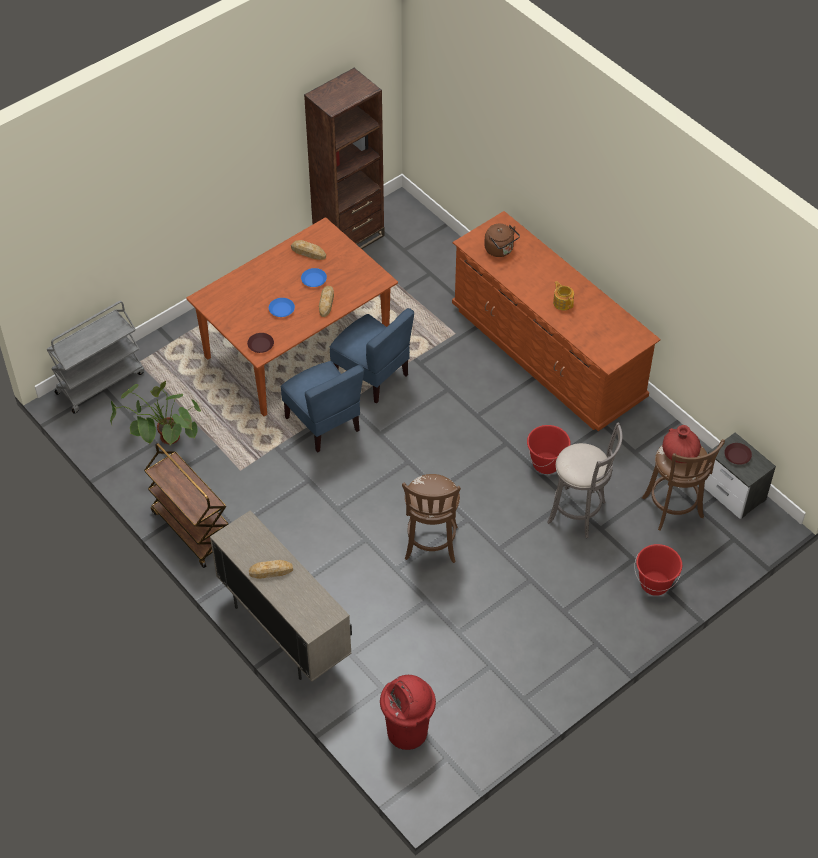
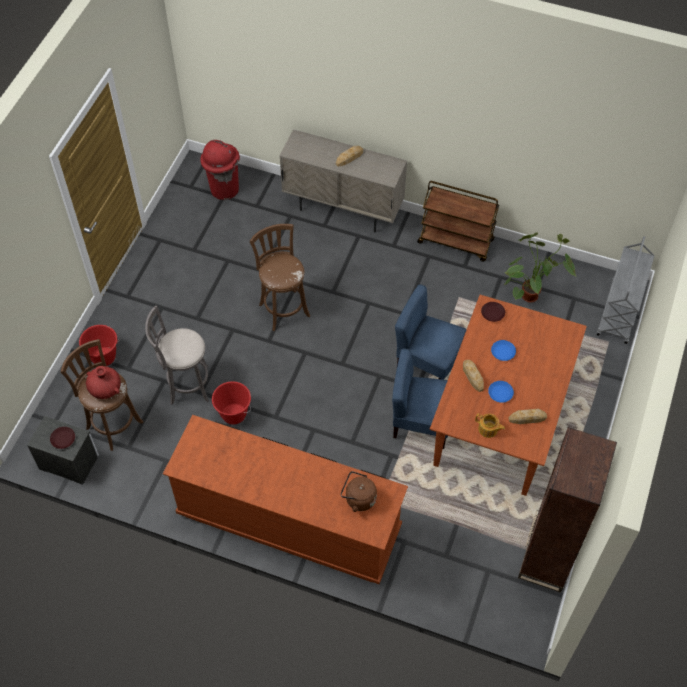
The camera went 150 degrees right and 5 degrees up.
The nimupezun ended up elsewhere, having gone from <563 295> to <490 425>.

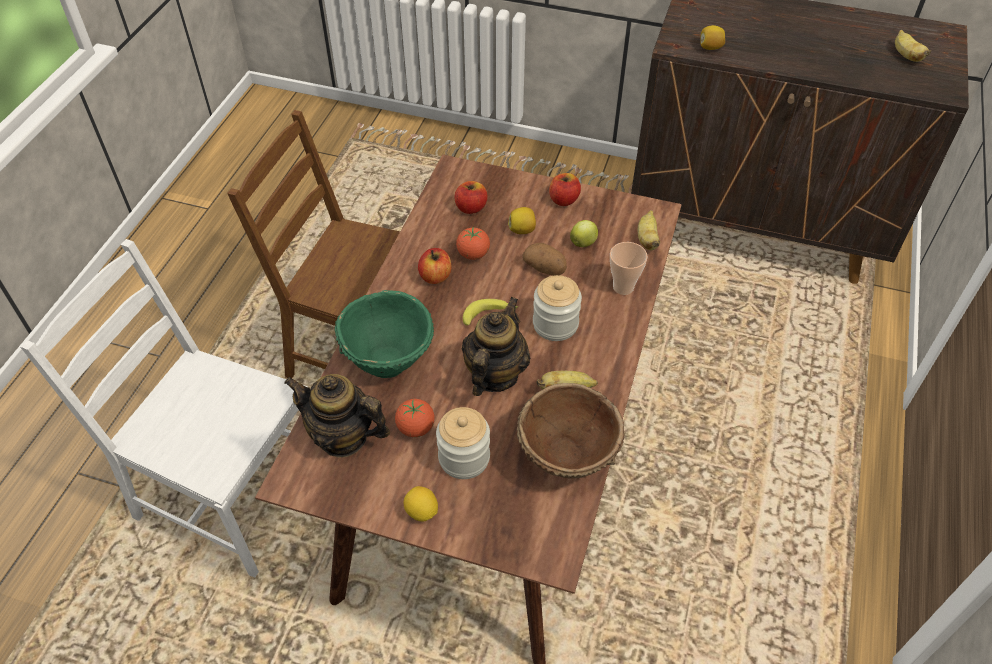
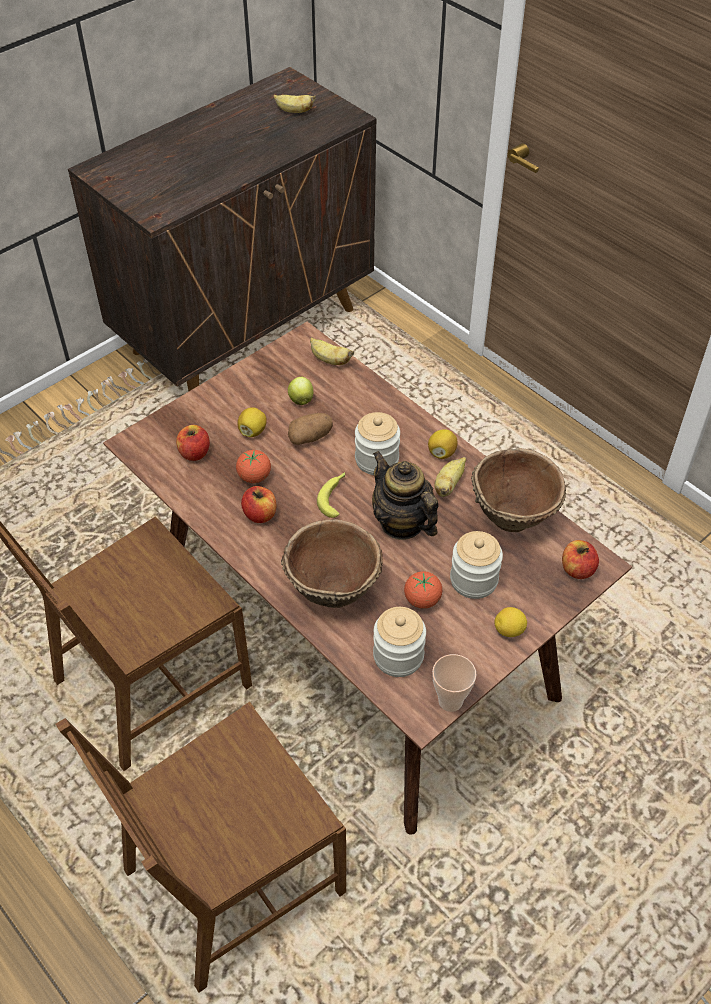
The camera went 60 degrees left and 0 degrees up.
What was the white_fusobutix at <163 408> turned into the brown_fusobutix at <200 847>.
Where the nimupezun stood at <337 416>, the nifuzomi came to stand at <399 642>.
What was the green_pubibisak at <384 334> turned into the brown_pubibisak at <332 563>.
The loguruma ended up elsewhere, having gone from <565 189> to <580 559>.
The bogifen ended up elsewhere, having gone from <628 268> to <454 683>.
The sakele ended up elsewhere, having gone from <712 37> to <443 444>.

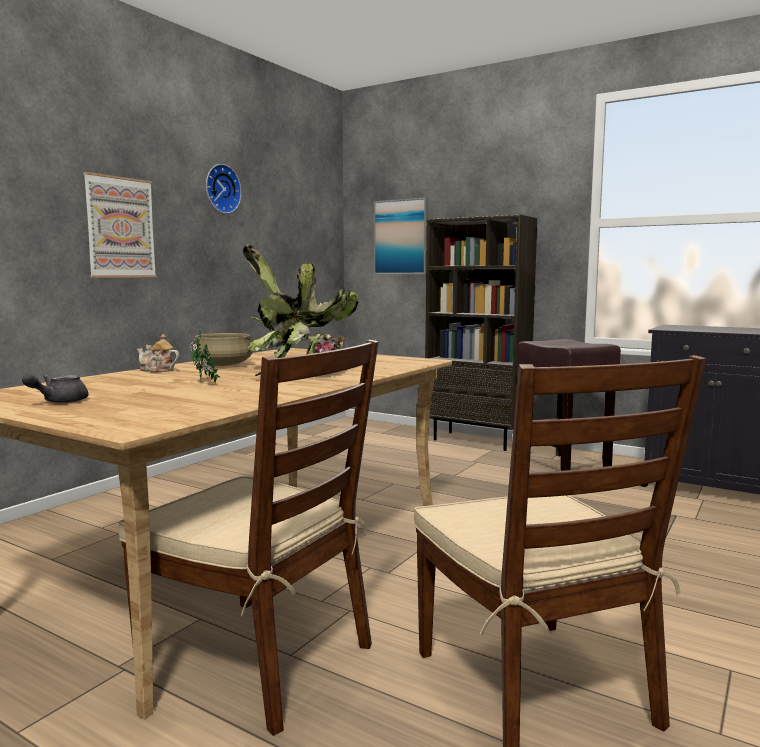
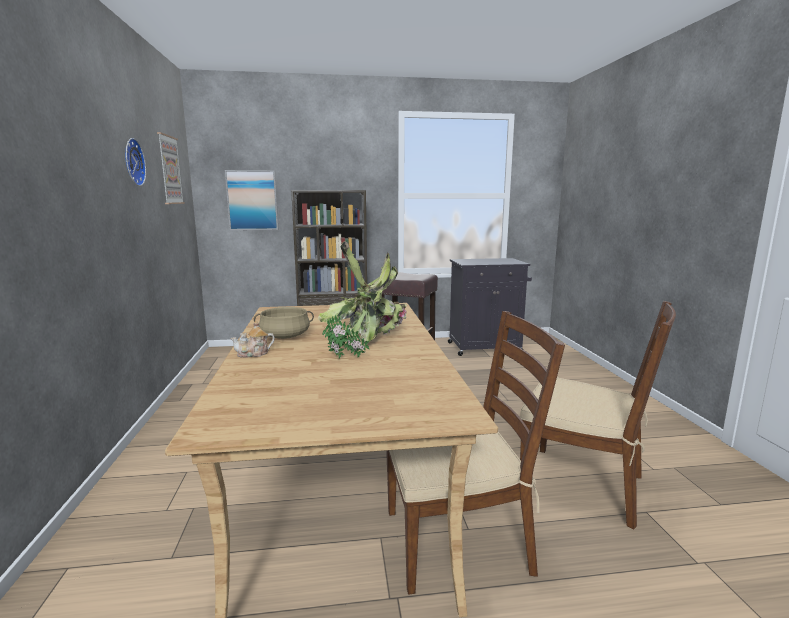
The camera went 40 degrees left and 5 degrees up.
The second view lost the grey_nimupezun at <55 388>.
The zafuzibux ended up elsewhere, having gone from <120 225> to <171 168>.

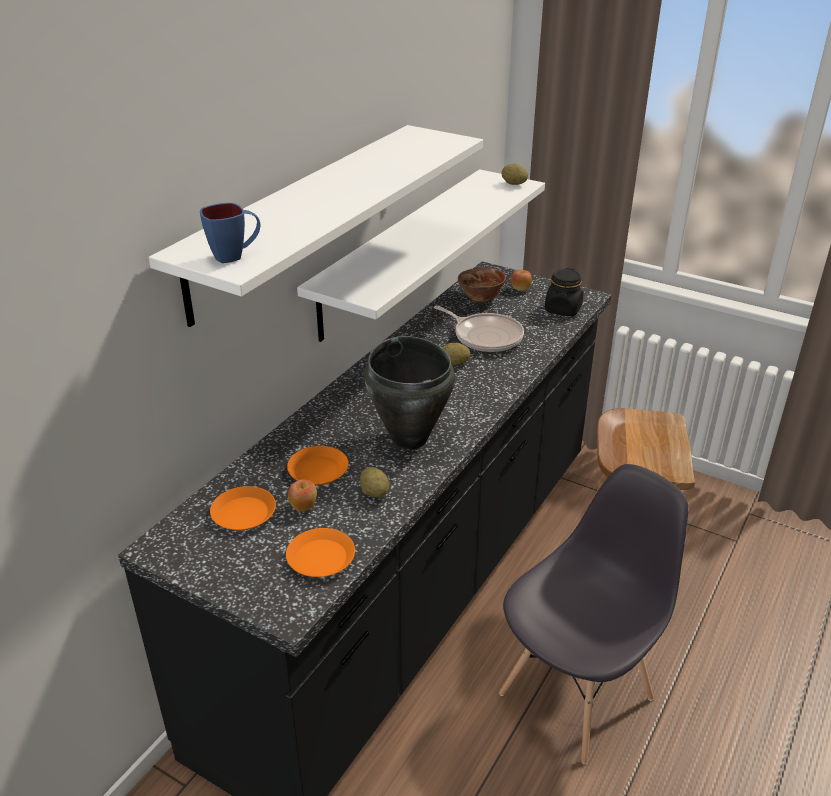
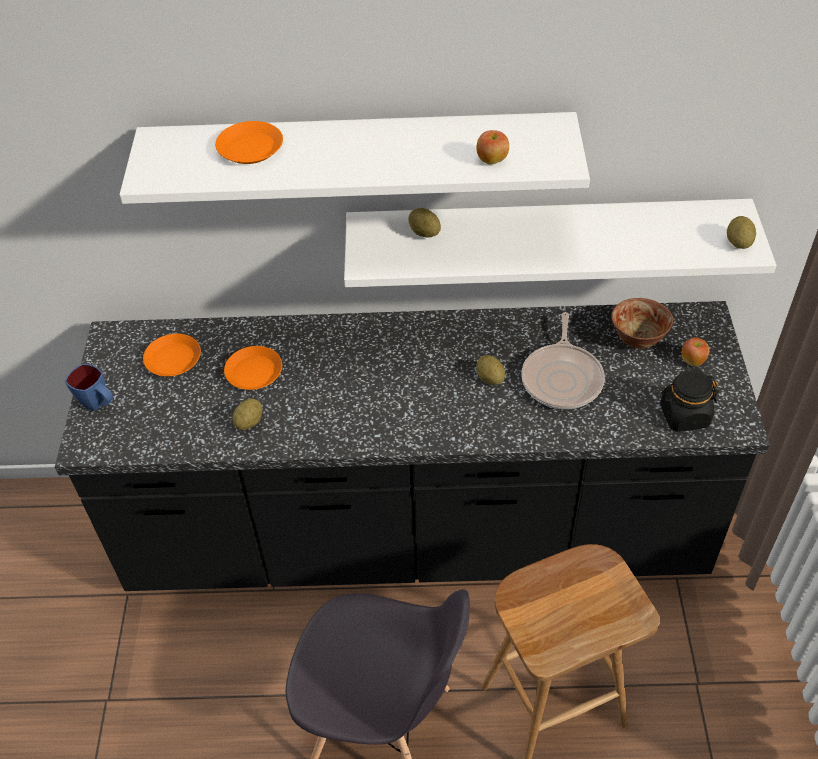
The camera went 60 degrees right and 15 degrees up.
The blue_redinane ended up elsewhere, having gone from <230 233> to <89 387>.
The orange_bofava ended up elsewhere, having gone from <320 552> to <249 142>.
The loguruma ended up elsewhere, having gone from <302 495> to <492 147>.
The second view lost the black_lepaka at <409 393>.
The second view gained the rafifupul at <424 223>.

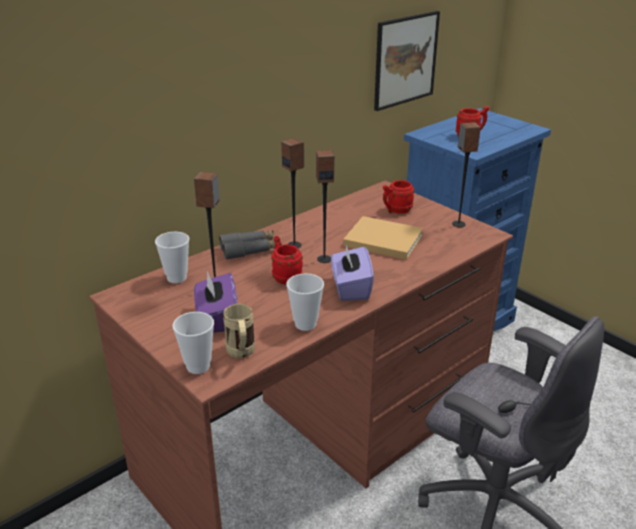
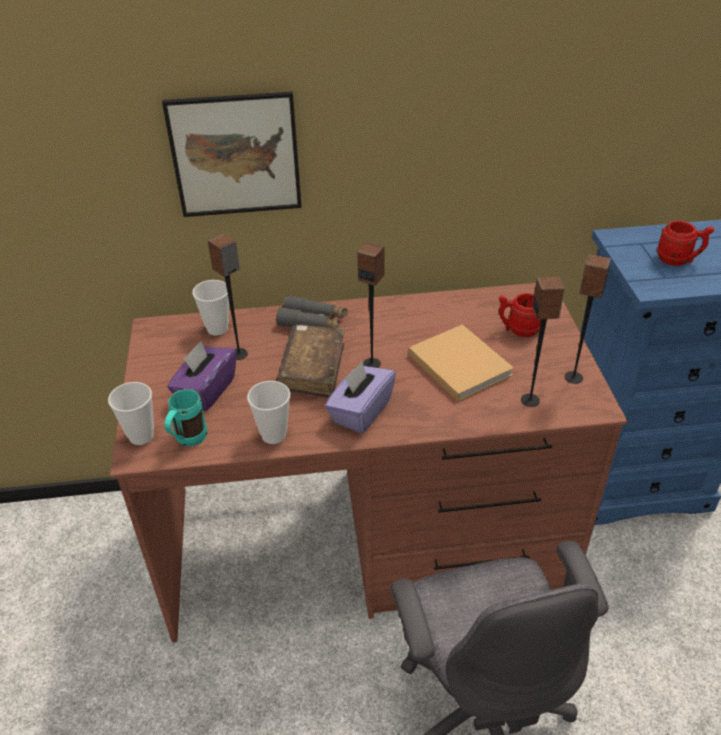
The camera went 35 degrees right and 10 degrees up.
What was the beige_redinane at <239 331> turned into the turquoise_redinane at <185 417>.
Where the red_redinane stood at <287 260>, the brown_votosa came to stand at <310 361>.
The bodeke ended up elsewhere, having gone from <292 193> to <543 342>.
The zafuzibux ended up elsewhere, having gone from <407 61> to <232 154>.

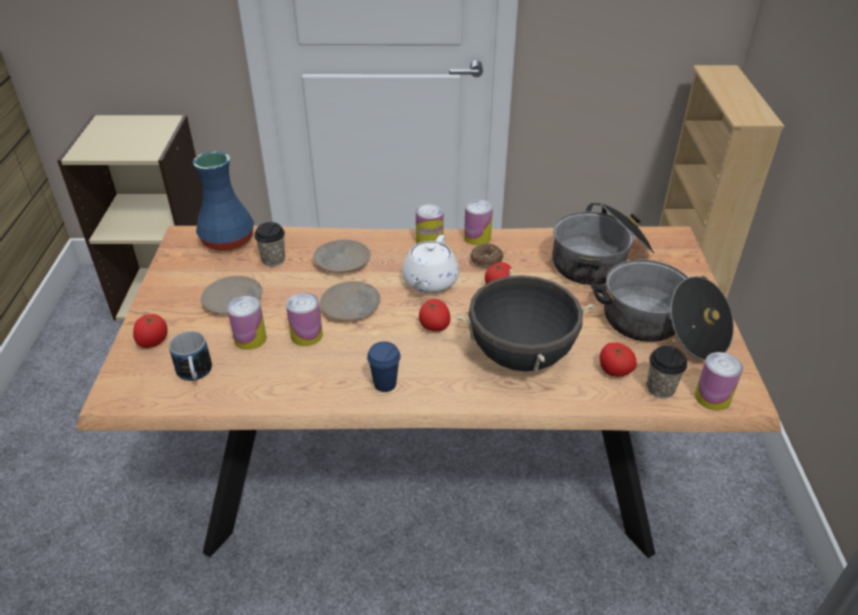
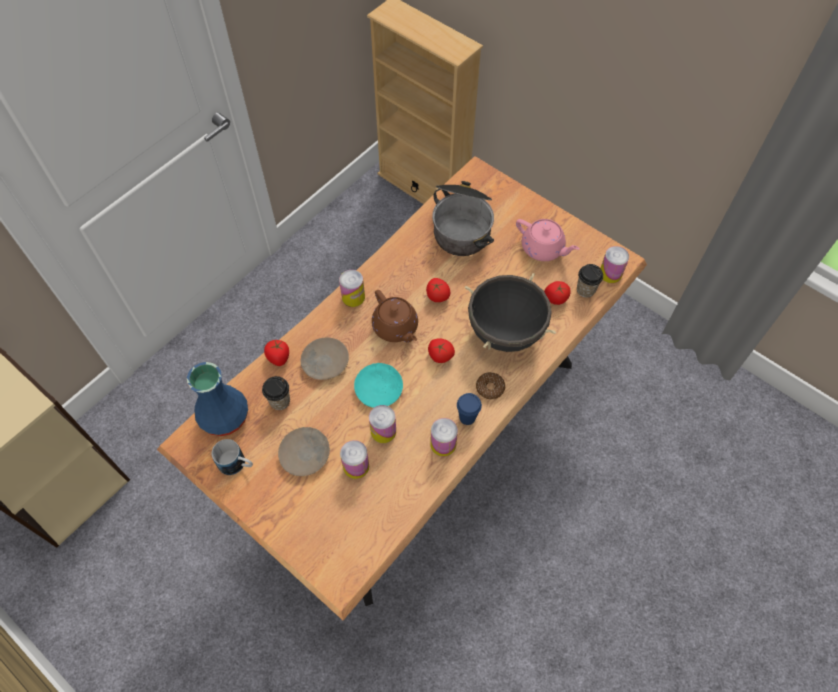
The camera went 50 degrees left and 20 degrees up.
The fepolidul ended up elsewhere, having gone from <150 331> to <276 353>.
The redinane ended up elsewhere, having gone from <190 356> to <232 457>.
What was the beige_bofava at <350 301> turned into the turquoise_bofava at <378 385>.
What was the white_nimupezun at <430 264> turned into the brown_nimupezun at <395 316>.
The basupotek ended up elsewhere, having gone from <478 222> to <444 437>.
The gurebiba ended up elsewhere, having gone from <486 255> to <490 386>.
Where the lepaka stood at <662 310>, the pink_nimupezun came to stand at <548 240>.

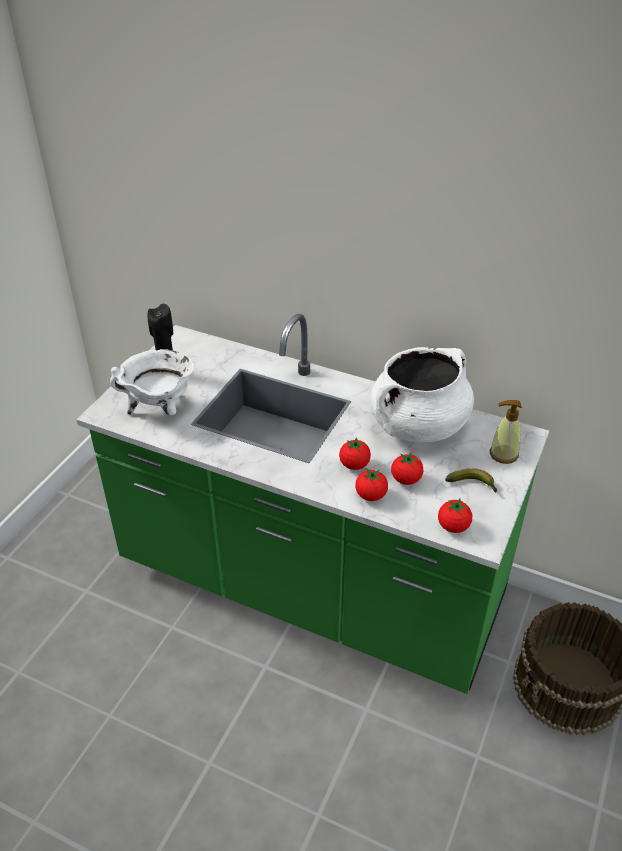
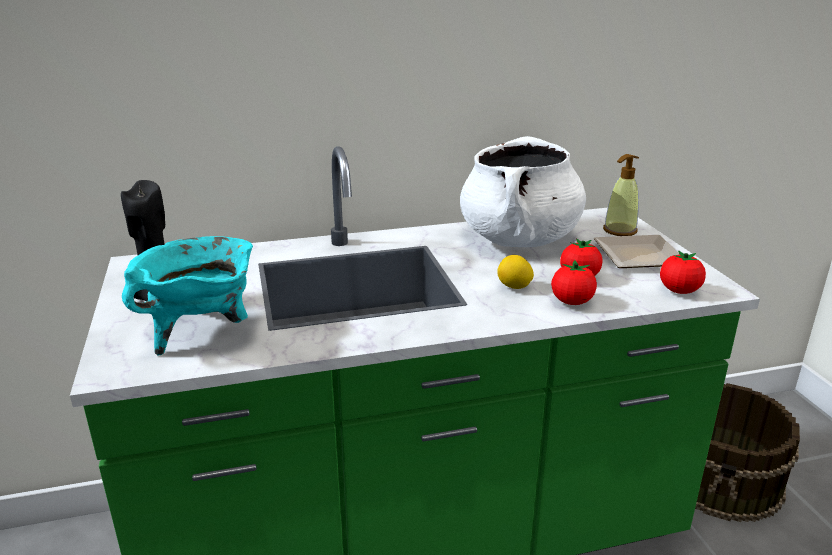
The camera went 40 degrees left and 15 degrees down.
What was the white_lepaka at <152 382> turned into the turquoise_lepaka at <187 296>.
Where the fepolidul stood at <355 453>, the sakele came to stand at <515 272>.
Where the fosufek stood at <471 480>, the bofava came to stand at <637 251>.

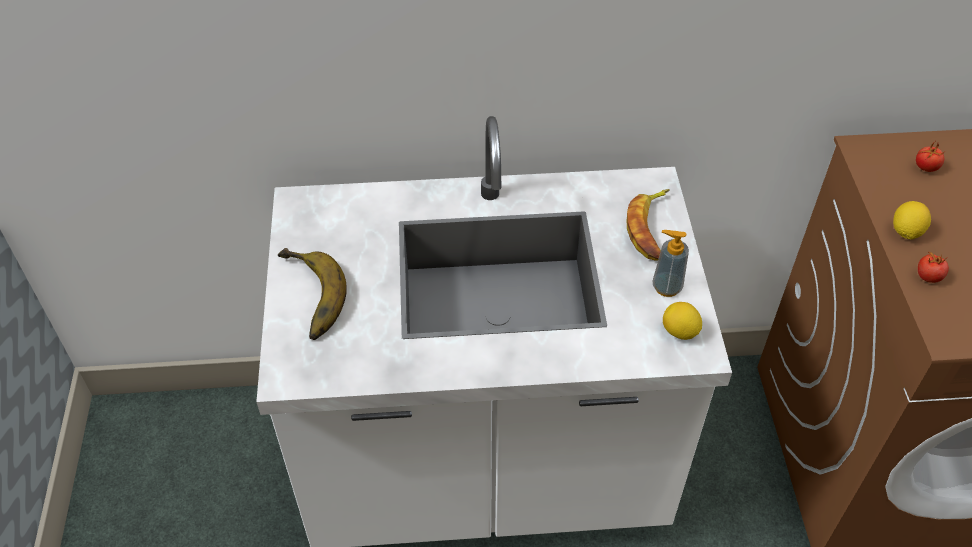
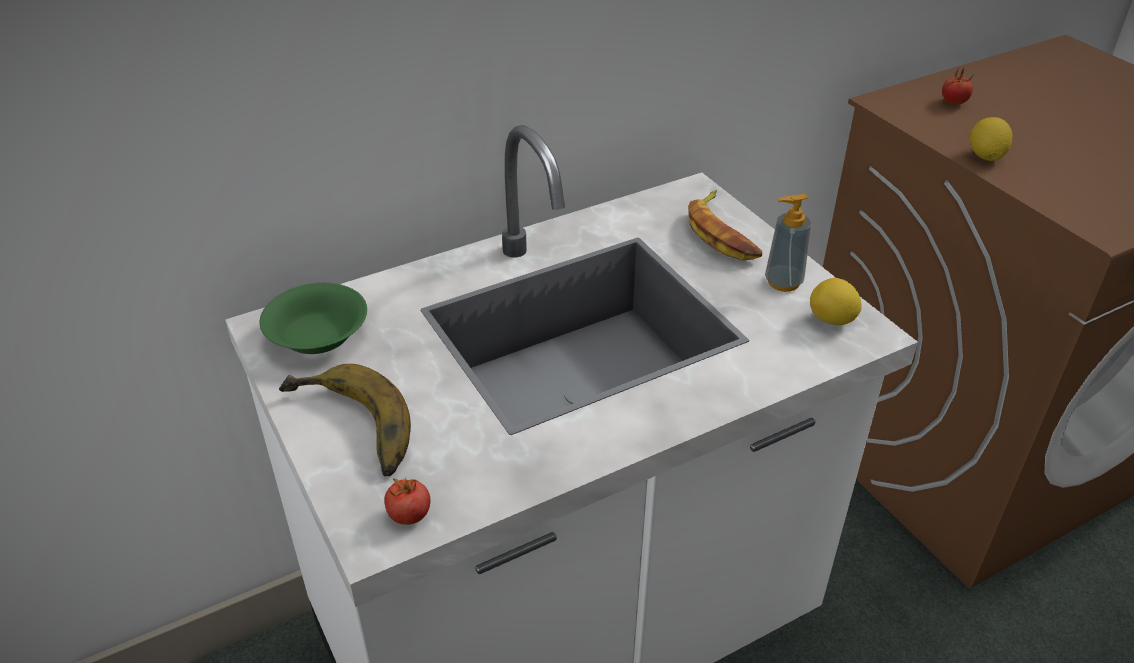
The camera went 25 degrees left and 10 degrees down.
The fepolidul ended up elsewhere, having gone from <933 267> to <407 501>.
The second view gained the green_pubibisak at <313 318>.

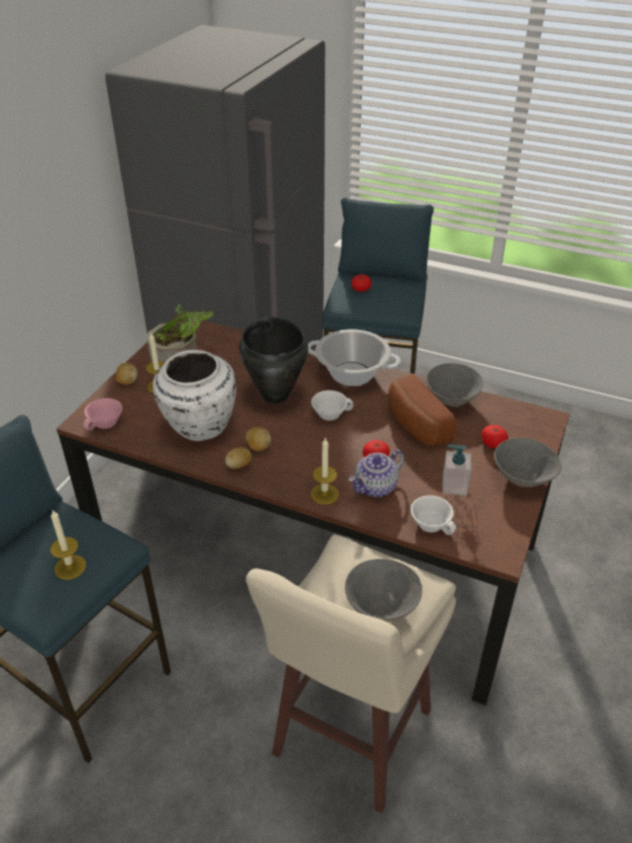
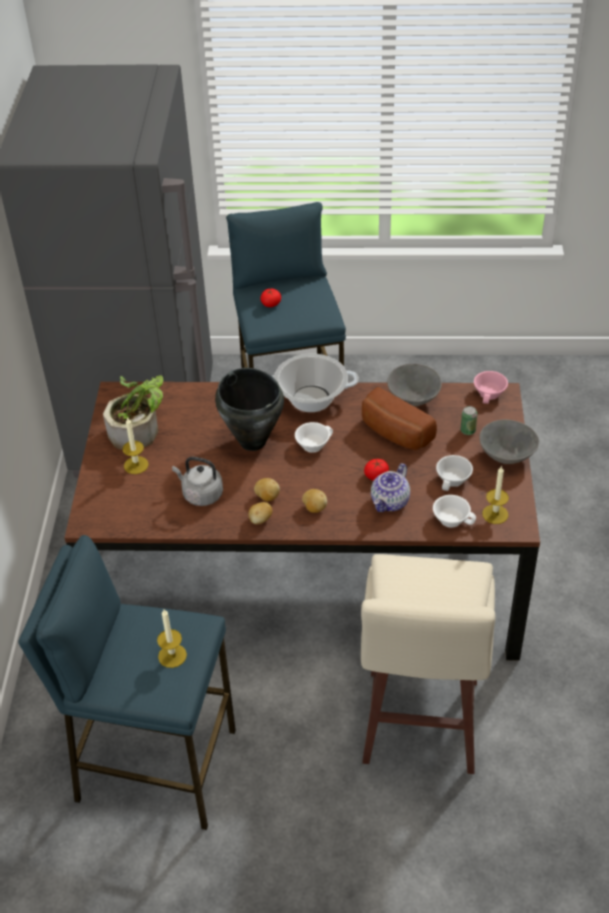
The camera went 20 degrees left and 5 degrees up.
The pink_bogifen ended up elsewhere, having gone from <102 414> to <491 387>.
The rafifupul ended up elsewhere, having gone from <127 374> to <314 501>.
Where the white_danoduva stood at <194 395>, the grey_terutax came to stand at <197 481>.
The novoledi ended up elsewhere, having gone from <325 470> to <495 495>.
The second view lost the grey_pubibisak at <383 590>.
Where the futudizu stood at <456 470>, the white_bogifen came to stand at <454 473>.
Where the fepolidul stood at <494 436>, the basupotek came to stand at <469 420>.

